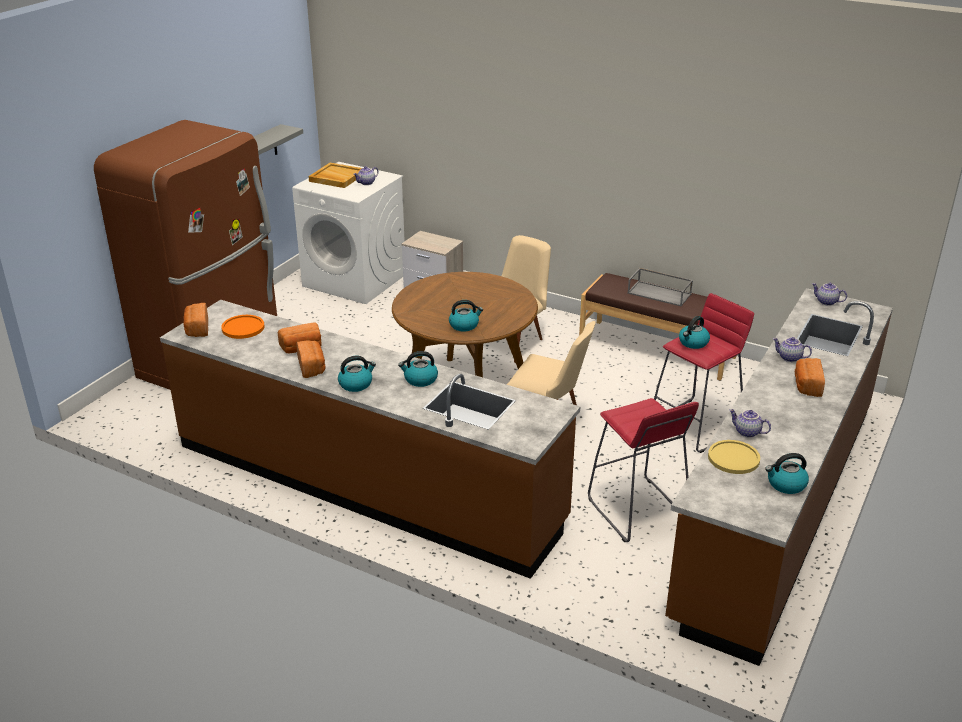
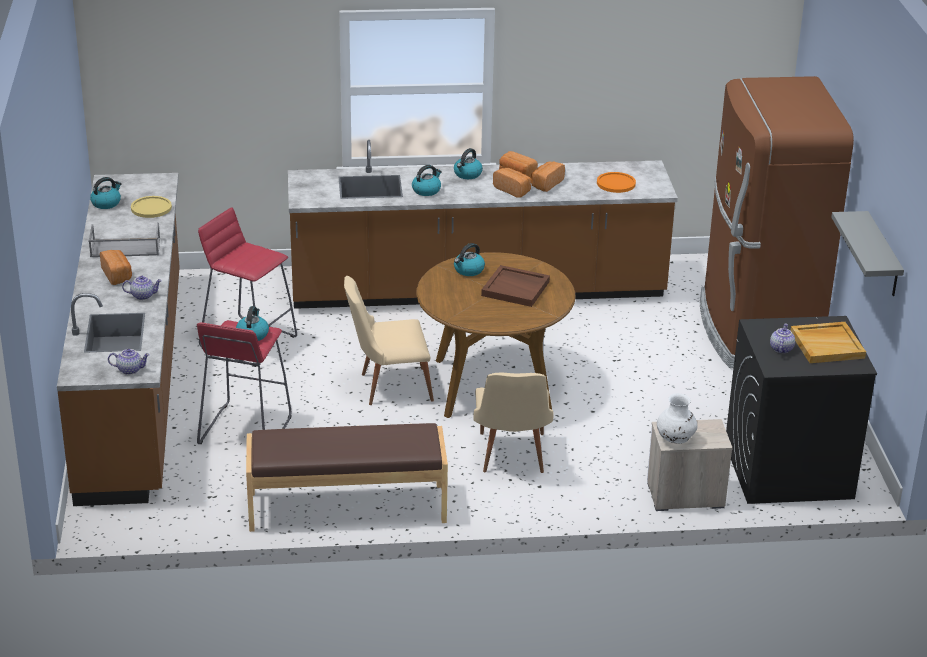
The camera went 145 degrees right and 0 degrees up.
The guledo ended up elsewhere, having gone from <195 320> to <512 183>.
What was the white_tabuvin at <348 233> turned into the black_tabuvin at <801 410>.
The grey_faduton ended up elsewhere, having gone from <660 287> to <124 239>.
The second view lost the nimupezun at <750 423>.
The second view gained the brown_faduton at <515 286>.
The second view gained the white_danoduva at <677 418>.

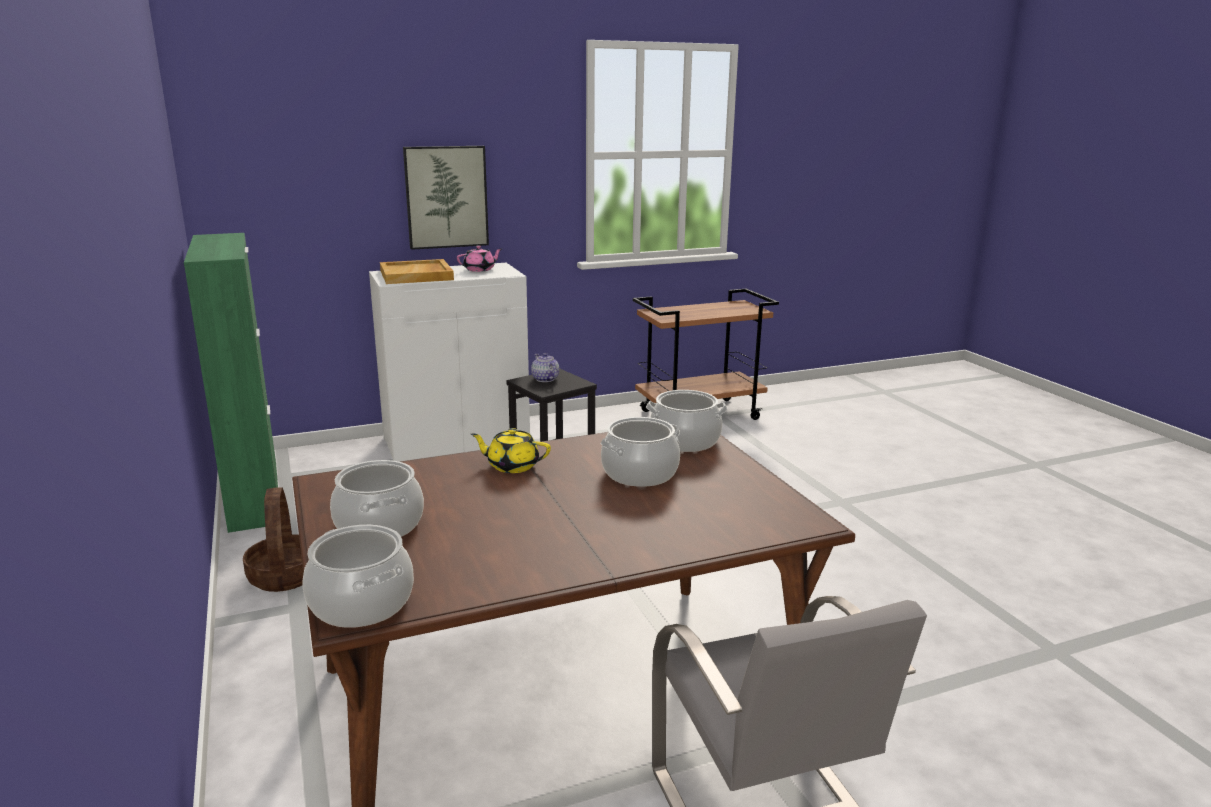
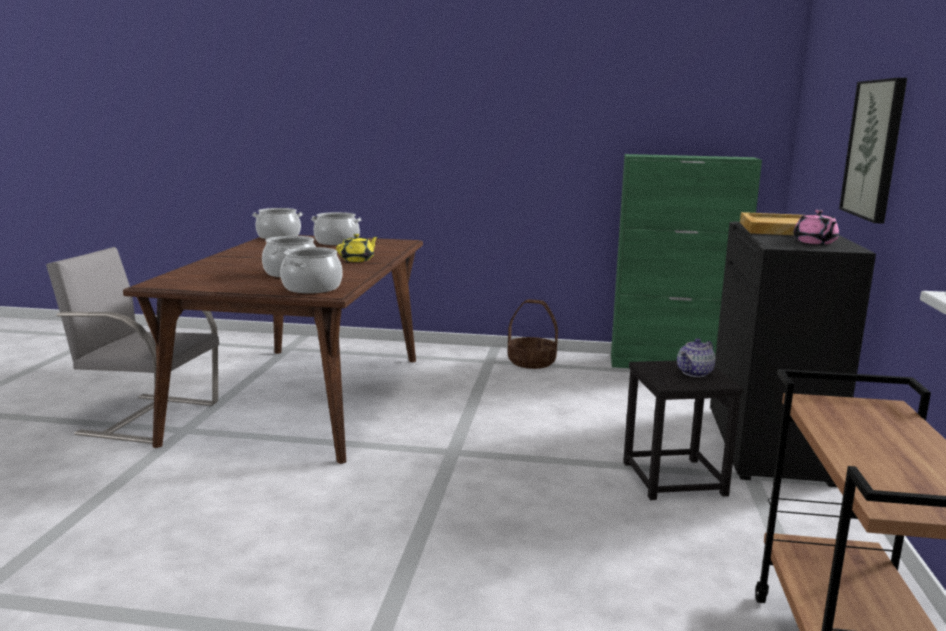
The camera went 120 degrees right and 5 degrees down.
What was the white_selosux at <449 362> turned into the black_selosux at <793 354>.
The nimupezun at <545 367> ended up facing another way, 135 degrees clockwise from before.

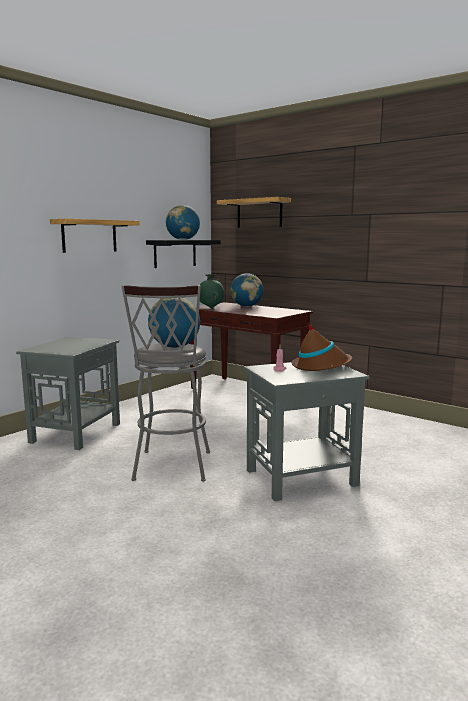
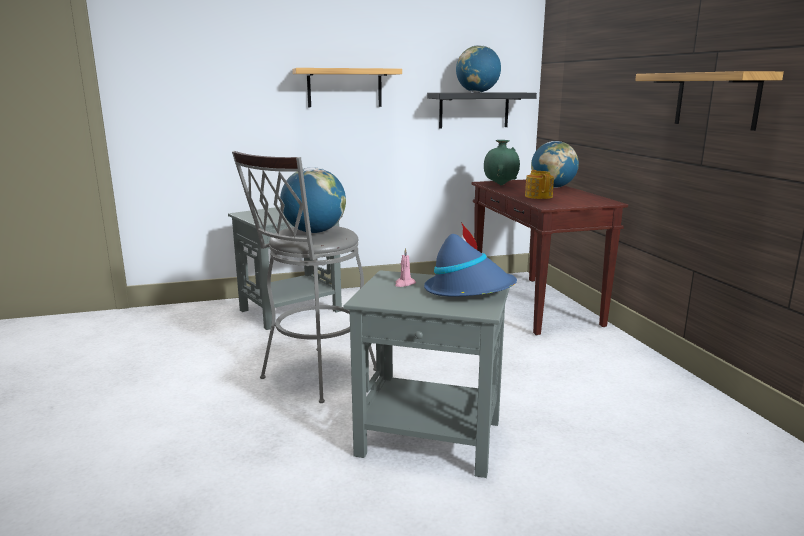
The camera went 35 degrees right and 5 degrees up.
The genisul ended up elsewhere, having gone from <254 212> to <709 101>.
What was the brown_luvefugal at <322 346> turned into the blue_luvefugal at <470 259>.
The second view gained the nimupezun at <539 184>.

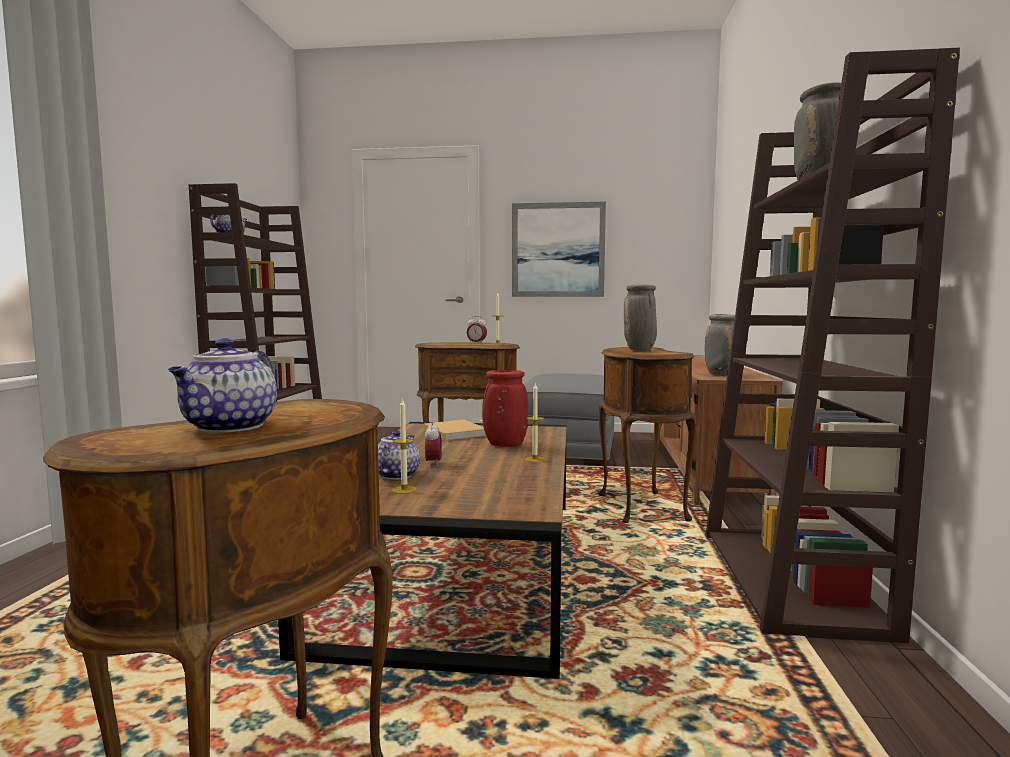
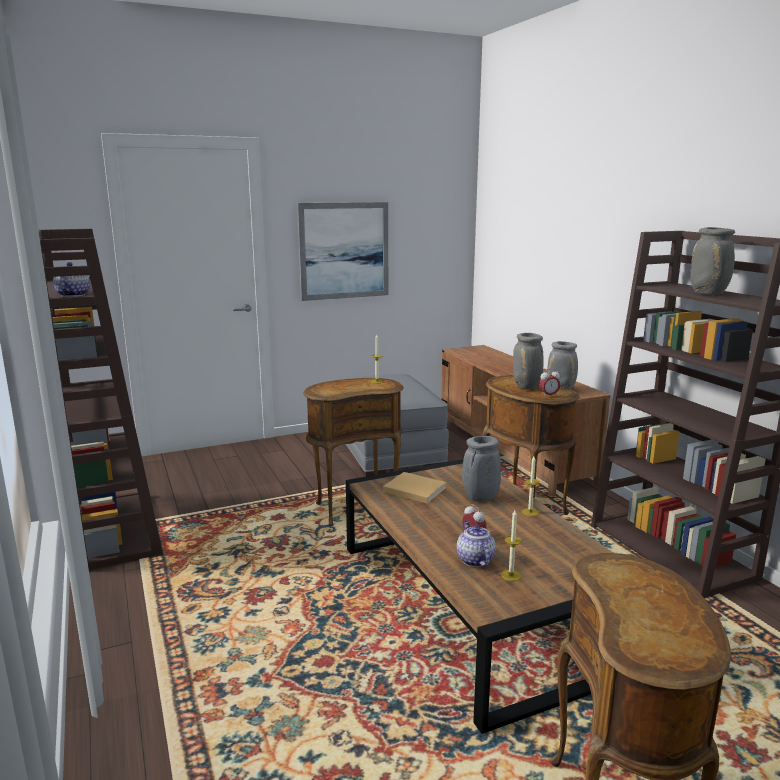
The camera went 30 degrees left and 10 degrees up.
The second view lost the nimupezun at <222 385>.
The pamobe ended up elsewhere, having gone from <477 330> to <549 383>.
What was the red_danoduva at <505 408> turned into the grey_danoduva at <481 469>.

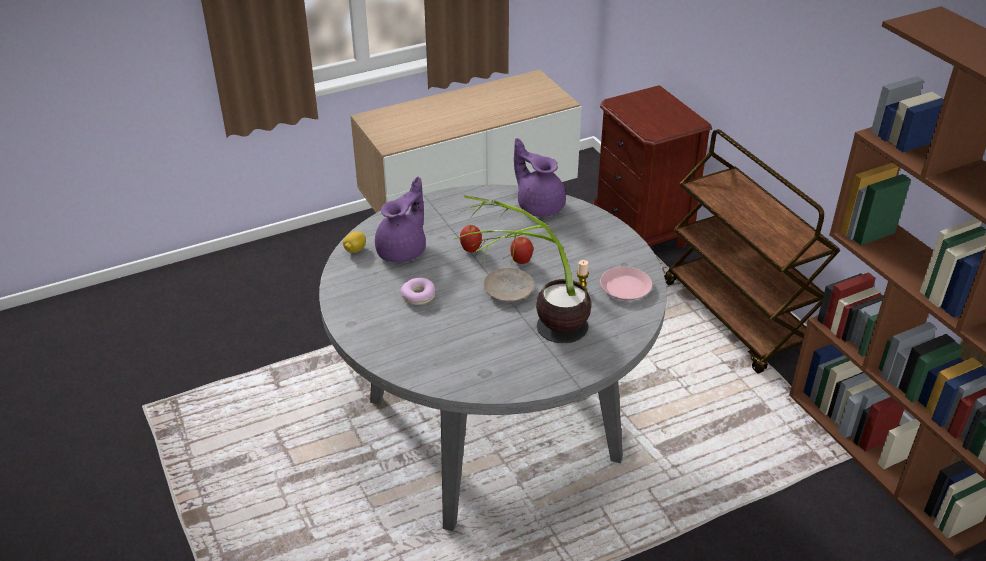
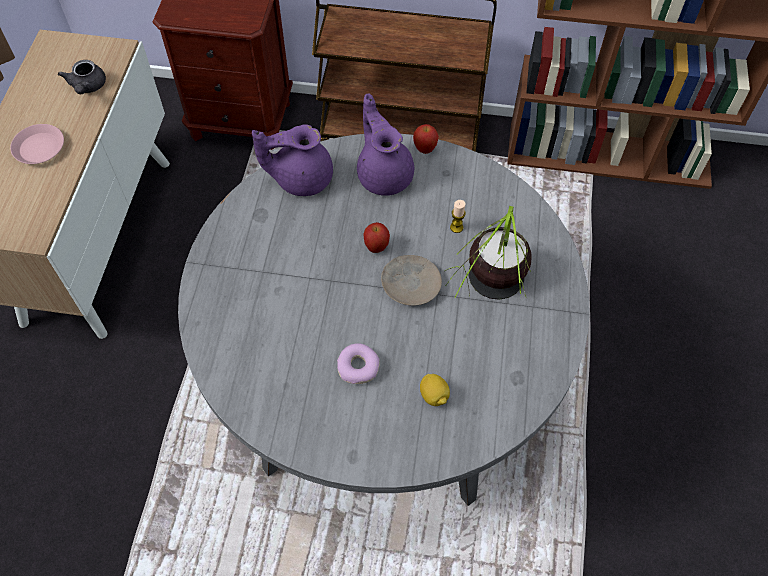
The camera went 55 degrees left and 20 degrees up.
The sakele ended up elsewhere, having gone from <354 242> to <435 390>.
The purple_nimupezun ended up elsewhere, having gone from <400 219> to <385 145>.
The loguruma ended up elsewhere, having gone from <471 238> to <426 139>.
The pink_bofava ended up elsewhere, having gone from <626 283> to <37 144>.
The second view gained the grey_nimupezun at <82 77>.

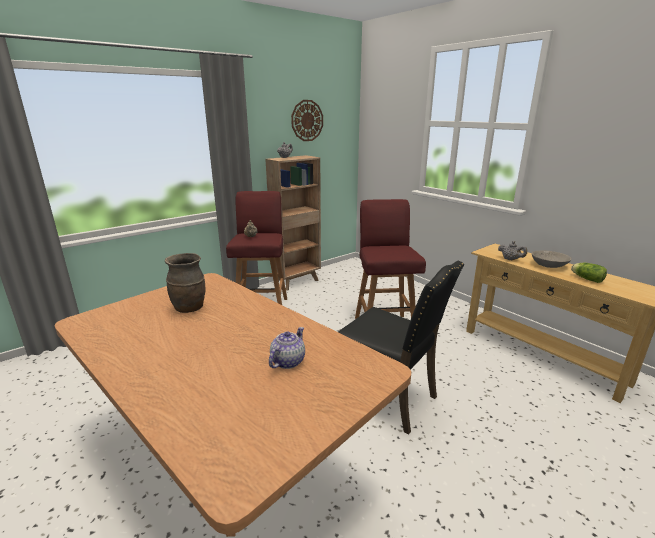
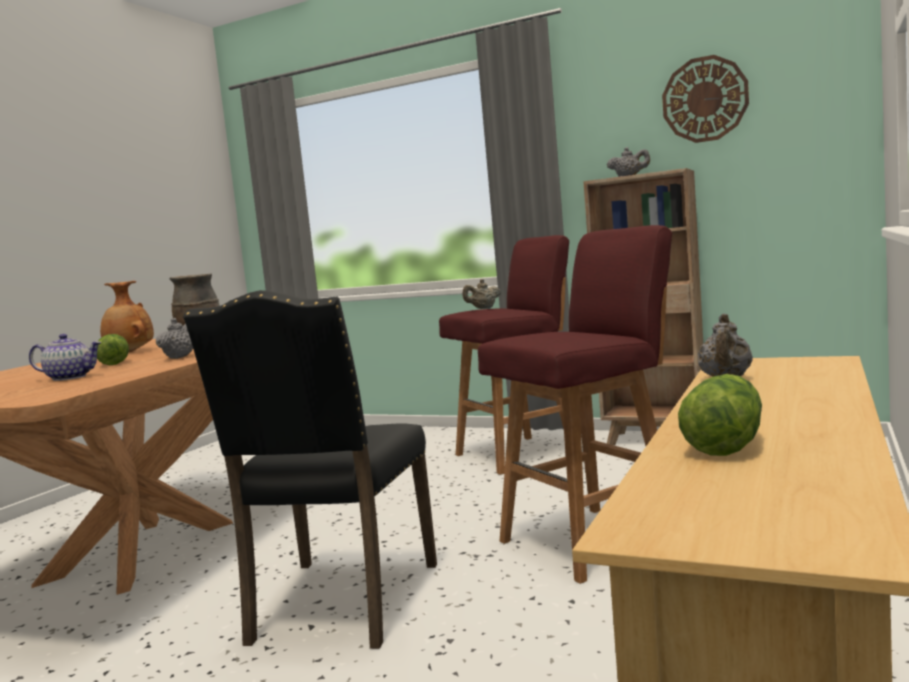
The camera went 65 degrees right and 15 degrees down.
The second view lost the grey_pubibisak at <552 259>.
The second view gained the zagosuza at <113 349>.
The second view gained the brown_danoduva at <127 316>.
The second view gained the grey_nimupezun at <174 338>.

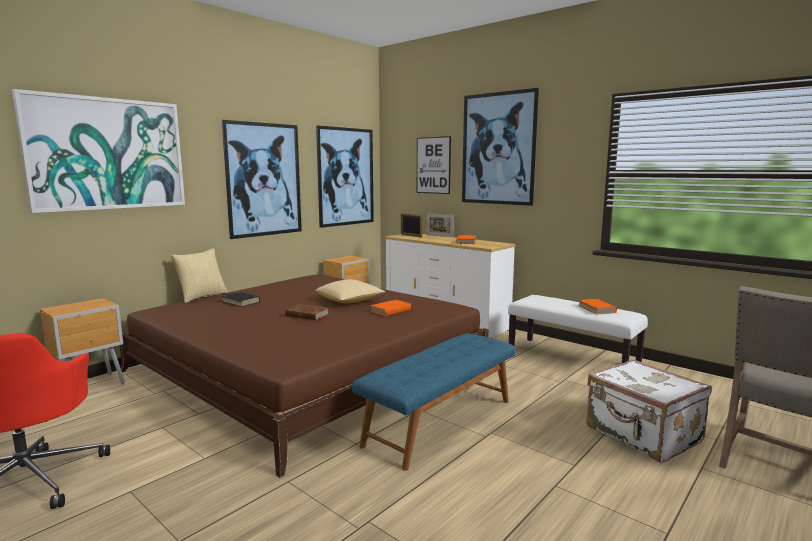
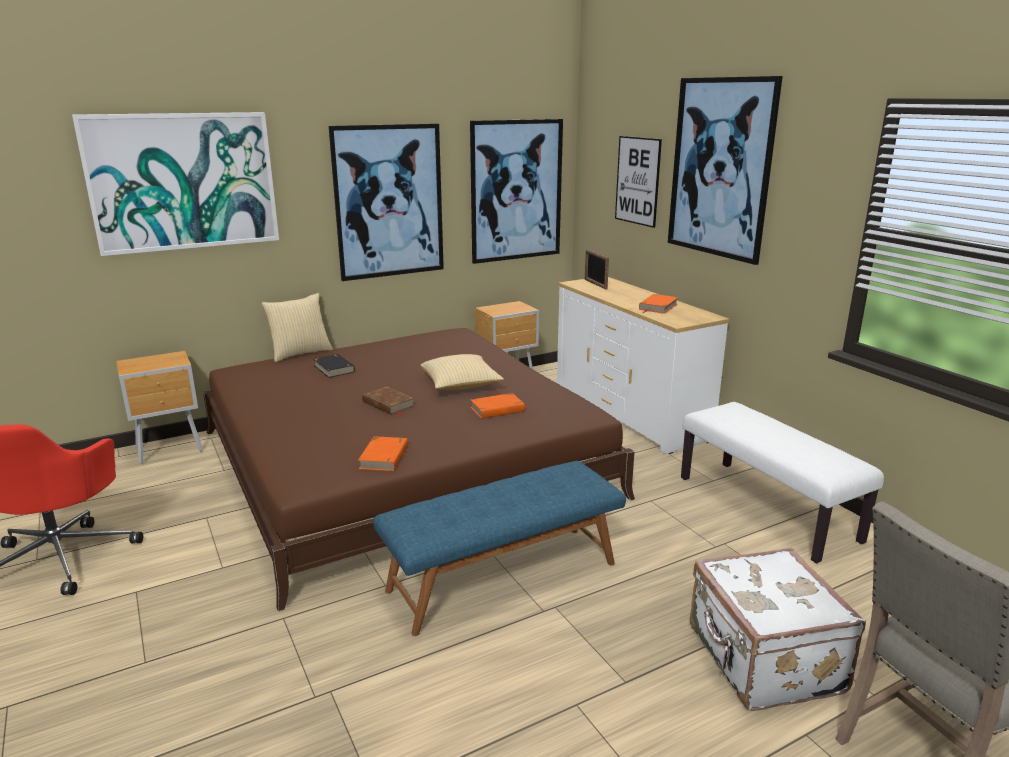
The camera went 20 degrees right and 10 degrees up.
The second view lost the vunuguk at <440 225>.
The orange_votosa ended up elsewhere, having gone from <597 307> to <383 453>.

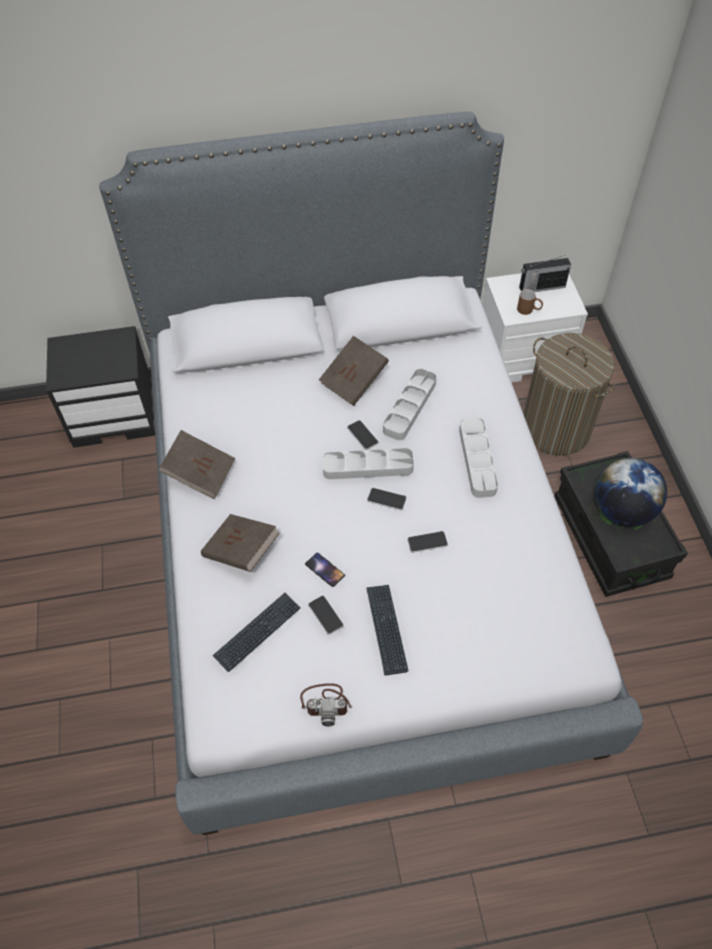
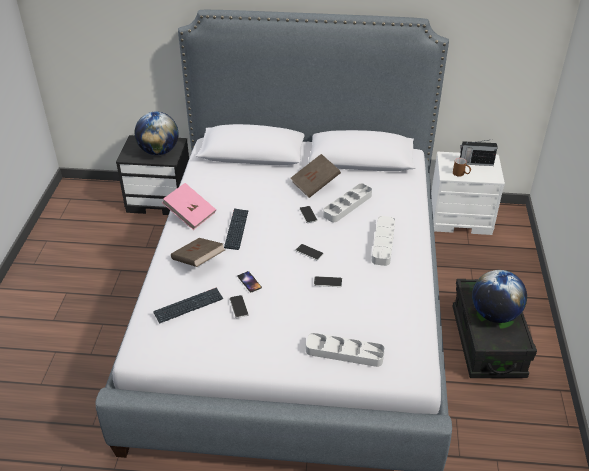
The camera went 15 degrees right and 15 degrees down.
What was the brown_votosa at <197 464> turned into the pink_votosa at <189 206>.
The second view lost the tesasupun at <326 704>.
The grey_faduton ended up elsewhere, having gone from <368 463> to <345 350>.
The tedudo ended up elsewhere, having gone from <387 630> to <236 229>.
The second view lost the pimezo at <569 394>.
The second view gained the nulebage at <157 133>.

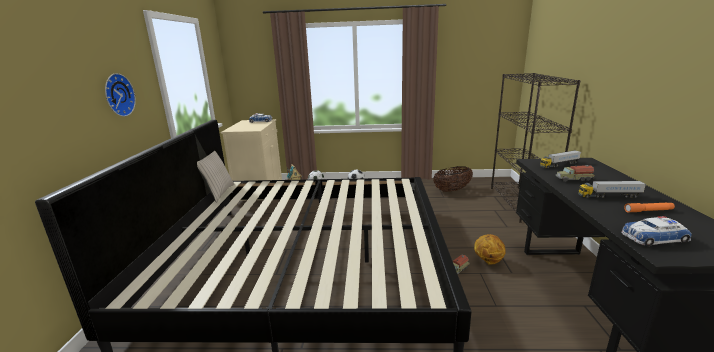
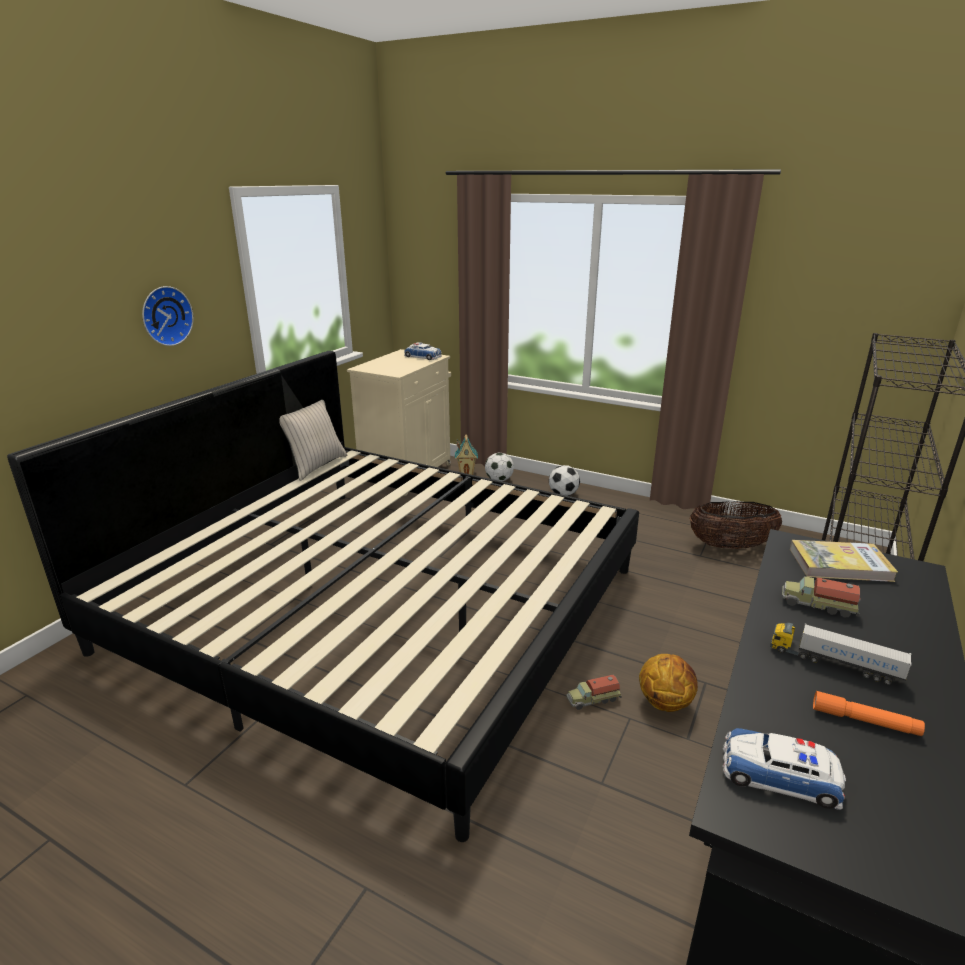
The camera went 25 degrees right and 5 degrees up.
Where the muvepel stood at <560 159>, the votosa came to stand at <844 561>.

